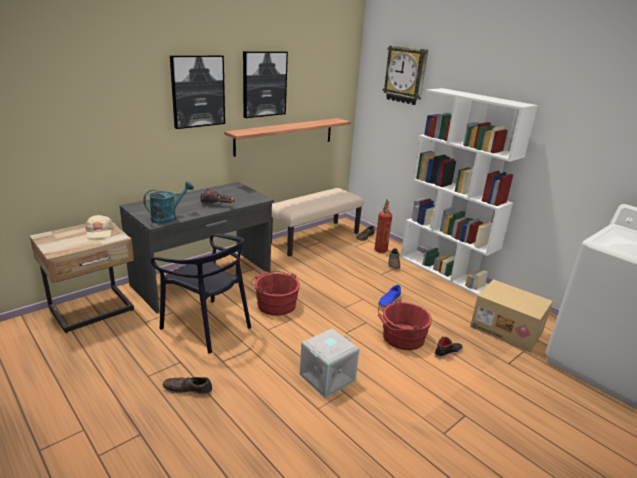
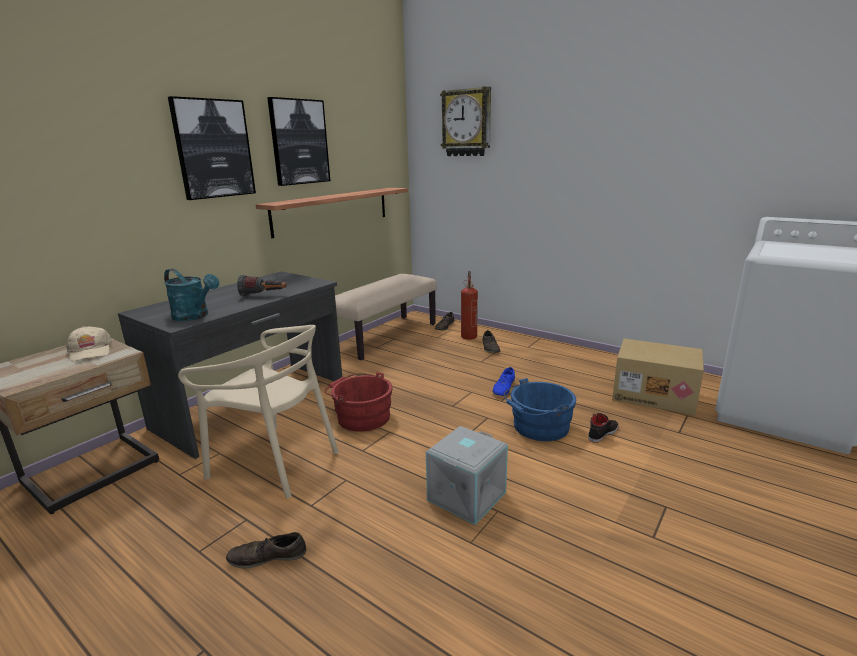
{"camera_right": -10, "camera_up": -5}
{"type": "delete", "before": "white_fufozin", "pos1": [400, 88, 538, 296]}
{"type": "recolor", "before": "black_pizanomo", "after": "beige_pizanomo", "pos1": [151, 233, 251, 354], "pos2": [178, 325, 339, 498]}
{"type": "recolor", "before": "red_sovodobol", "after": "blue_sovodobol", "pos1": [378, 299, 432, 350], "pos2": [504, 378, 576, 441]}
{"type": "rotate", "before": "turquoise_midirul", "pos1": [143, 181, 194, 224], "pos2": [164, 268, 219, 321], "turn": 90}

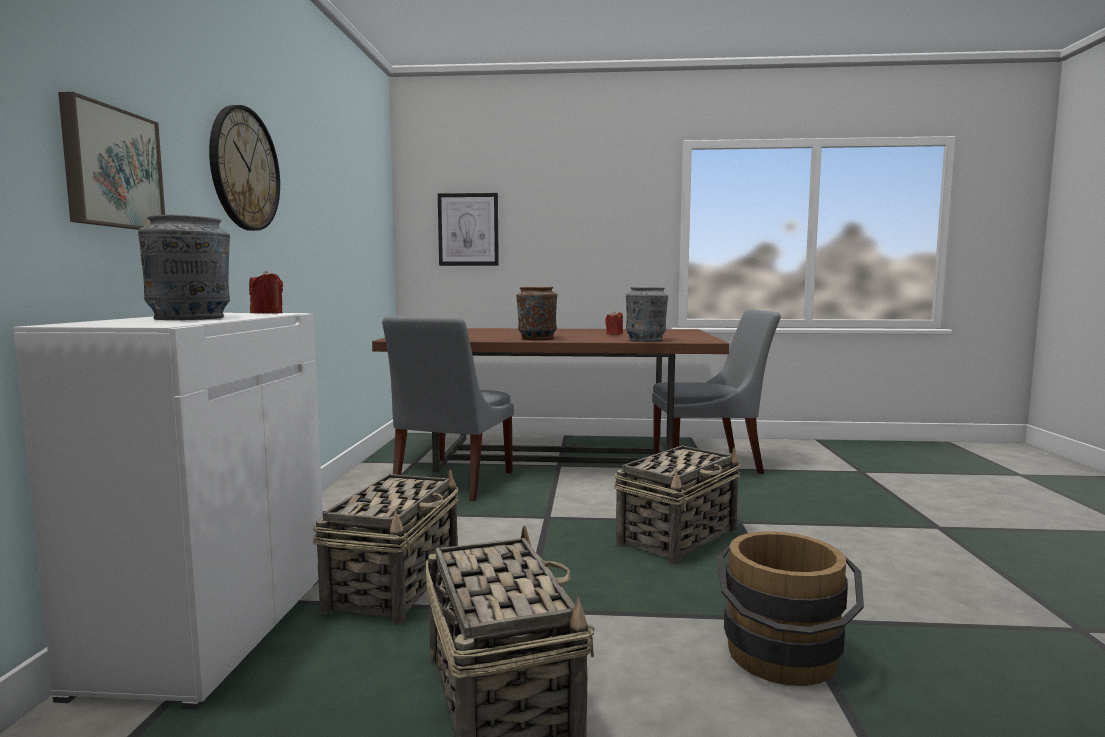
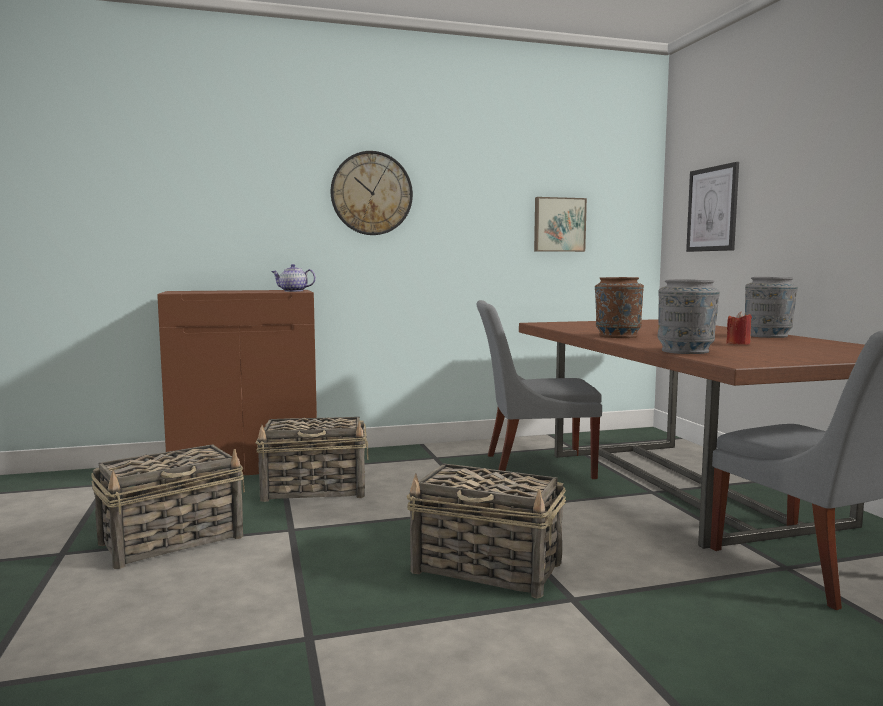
{"camera_right": 70, "camera_up": 0}
{"type": "delete", "before": "brown_sovodobol", "pos1": [717, 531, 864, 686]}
{"type": "move", "before": "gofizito", "pos1": [58, 92, 165, 230], "pos2": [534, 197, 587, 252]}
{"type": "move", "before": "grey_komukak", "pos1": [138, 215, 230, 320], "pos2": [745, 277, 798, 338]}
{"type": "replace", "before": "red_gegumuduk", "after": "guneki", "pos1": [249, 271, 283, 314], "pos2": [271, 264, 316, 292]}
{"type": "recolor", "before": "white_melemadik", "after": "brown_melemadik", "pos1": [14, 313, 323, 709], "pos2": [157, 290, 317, 476]}

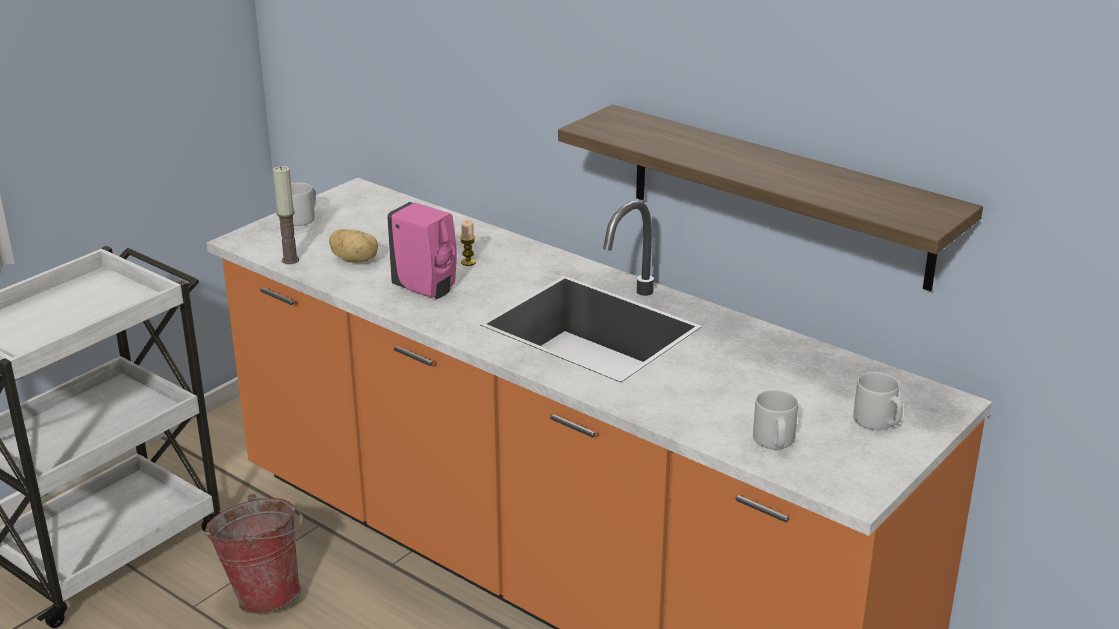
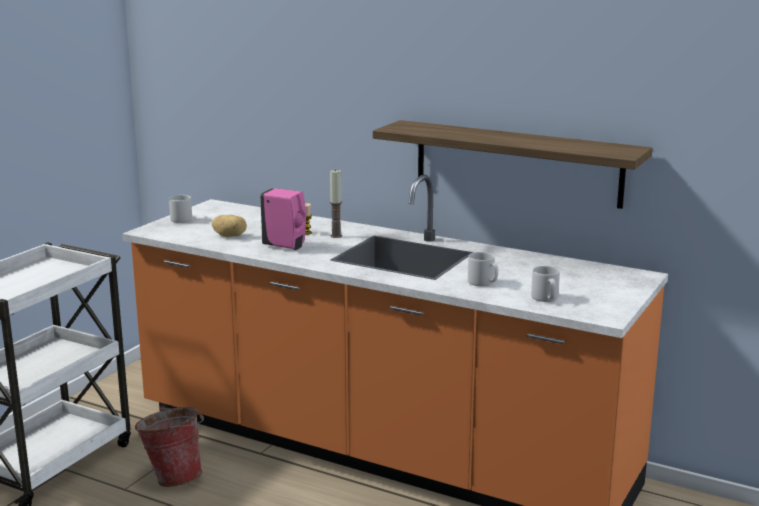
{"camera_right": -10, "camera_up": -10}
{"type": "move", "before": "gegumuduk", "pos1": [273, 166, 299, 264], "pos2": [330, 169, 342, 238]}
{"type": "move", "before": "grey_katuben", "pos1": [853, 372, 903, 430], "pos2": [468, 252, 498, 286]}

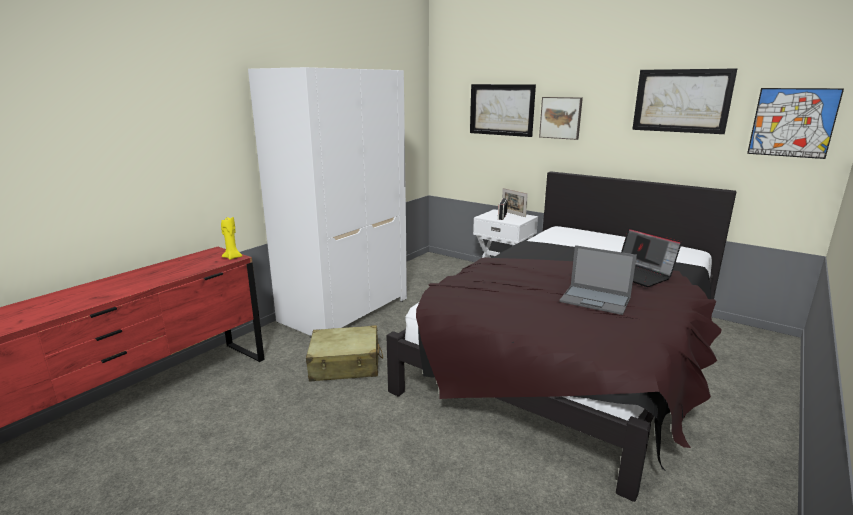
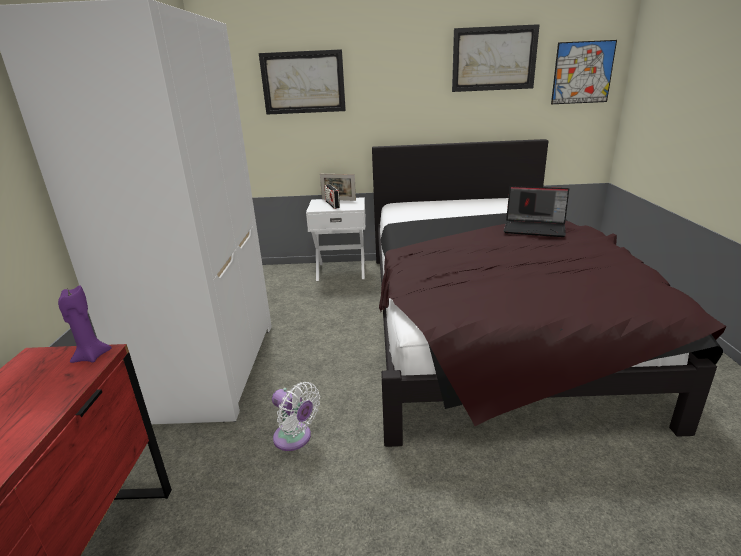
{"camera_right": -35, "camera_up": 5}
{"type": "delete", "before": "gofizito", "pos1": [539, 97, 583, 140]}
{"type": "delete", "before": "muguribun", "pos1": [559, 245, 637, 315]}
{"type": "replace", "before": "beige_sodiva", "after": "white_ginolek", "pos1": [306, 325, 383, 382], "pos2": [272, 382, 320, 451]}
{"type": "recolor", "before": "yellow_gegumuduk", "after": "purple_gegumuduk", "pos1": [221, 217, 243, 260], "pos2": [58, 285, 112, 363]}

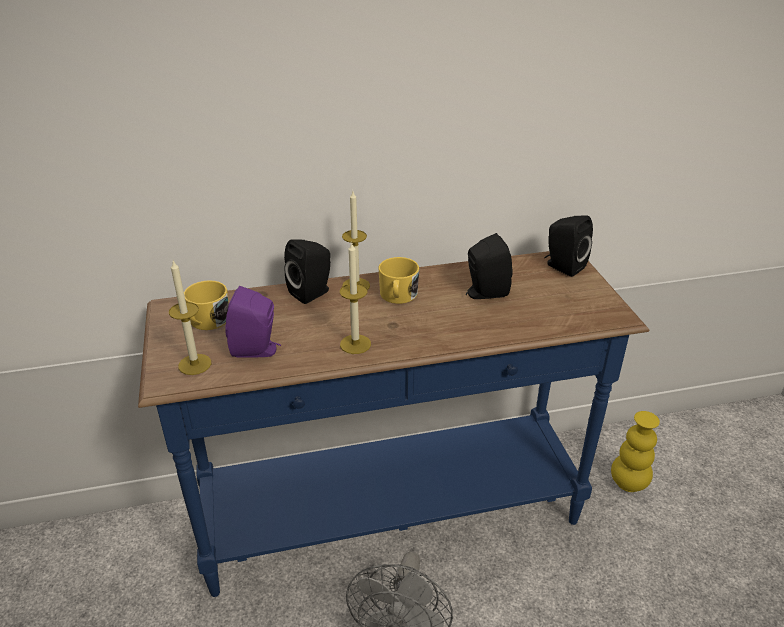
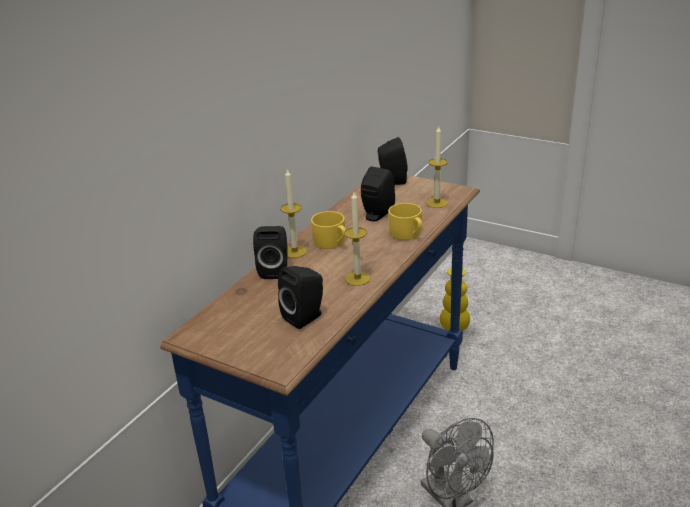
{"camera_right": -45, "camera_up": -5}
{"type": "move", "before": "gegumuduk", "pos1": [169, 261, 211, 375], "pos2": [426, 126, 448, 208]}
{"type": "move", "before": "yellow_katuben", "pos1": [184, 280, 229, 330], "pos2": [388, 203, 422, 240]}
{"type": "recolor", "before": "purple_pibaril", "after": "black_pibaril", "pos1": [225, 286, 281, 357], "pos2": [278, 266, 323, 329]}

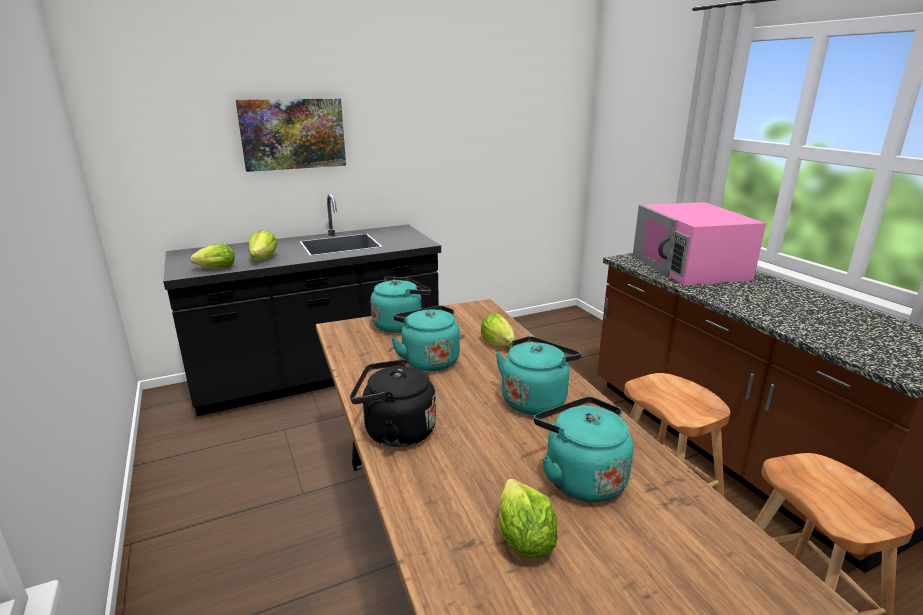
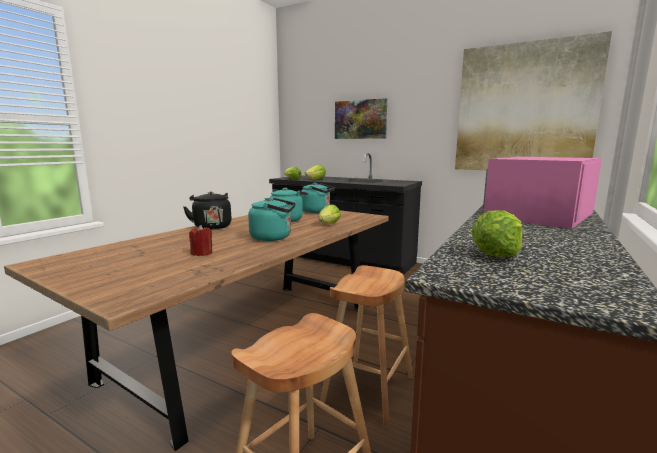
{"camera_right": 55, "camera_up": -10}
{"type": "insert", "after": "gofizito", "pos2": [455, 31, 612, 170]}
{"type": "move", "before": "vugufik", "pos1": [498, 479, 558, 558], "pos2": [471, 210, 523, 257]}
{"type": "replace", "before": "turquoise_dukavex", "after": "red_gegumuduk", "pos1": [534, 397, 634, 502], "pos2": [189, 225, 212, 256]}

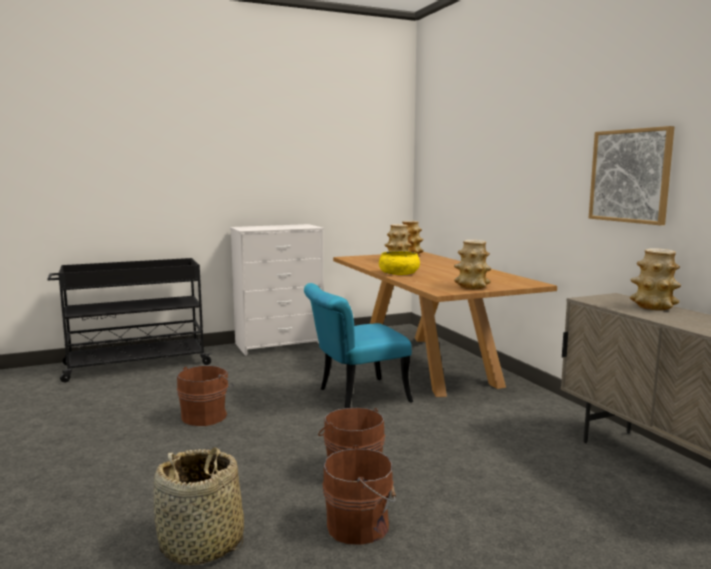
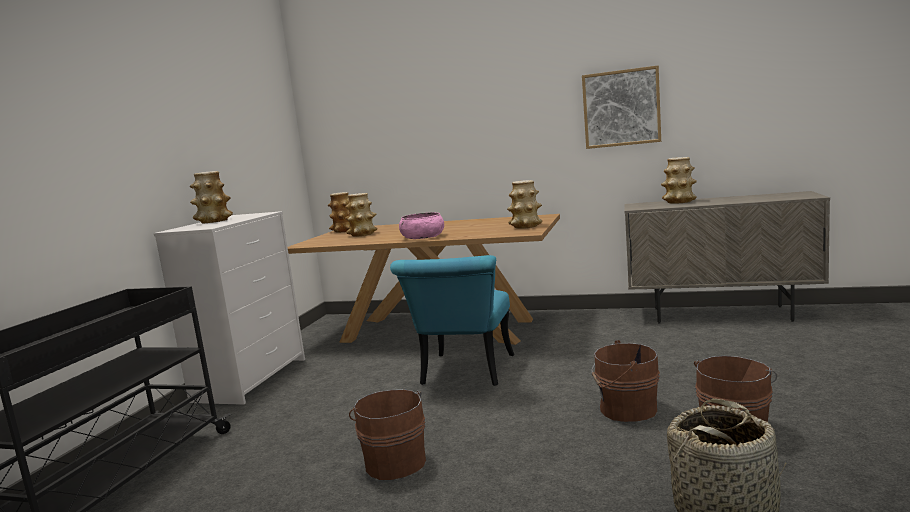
{"camera_right": -50, "camera_up": 0}
{"type": "insert", "after": "komukak", "pos2": [190, 171, 233, 223]}
{"type": "recolor", "before": "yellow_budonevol", "after": "pink_budonevol", "pos1": [379, 251, 420, 275], "pos2": [399, 212, 444, 239]}

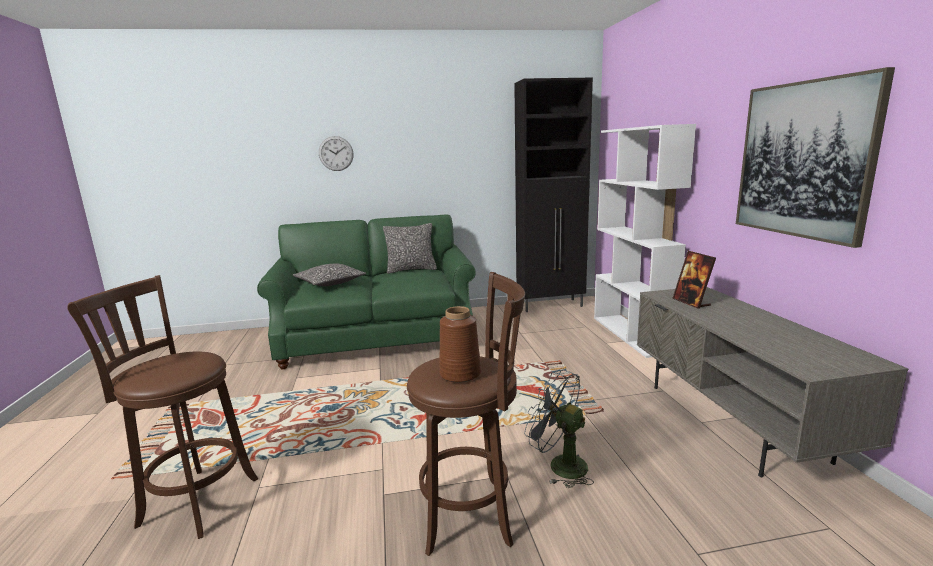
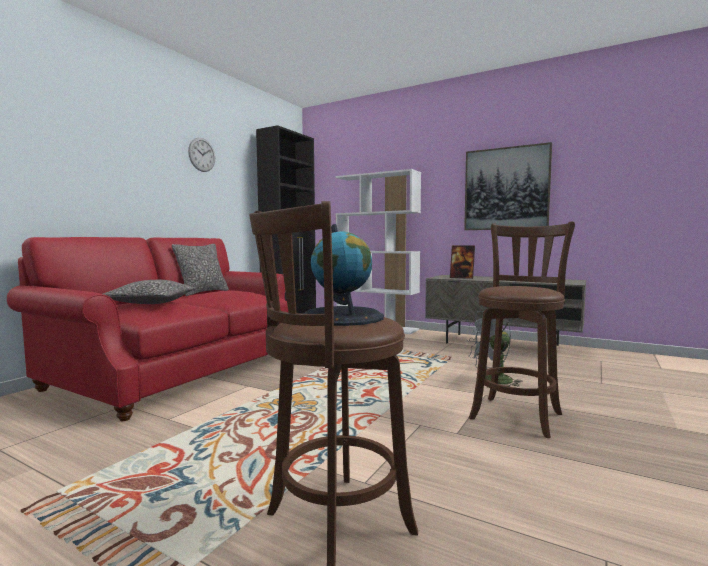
{"camera_right": -50, "camera_up": -10}
{"type": "delete", "before": "brown_komukak", "pos1": [439, 306, 481, 383]}
{"type": "insert", "after": "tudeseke", "pos2": [303, 224, 384, 326]}
{"type": "move", "before": "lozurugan", "pos1": [319, 136, 354, 171], "pos2": [188, 138, 215, 172]}
{"type": "recolor", "before": "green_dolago", "after": "red_dolago", "pos1": [257, 215, 476, 369], "pos2": [7, 237, 288, 421]}

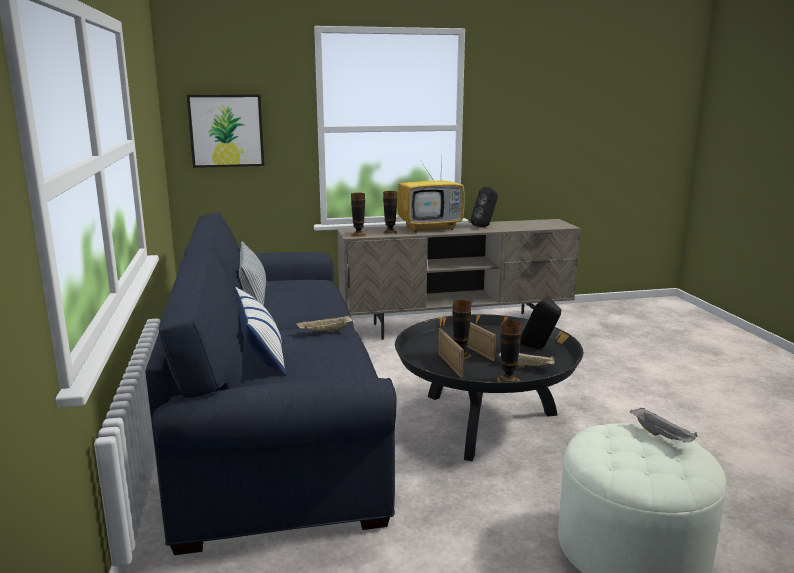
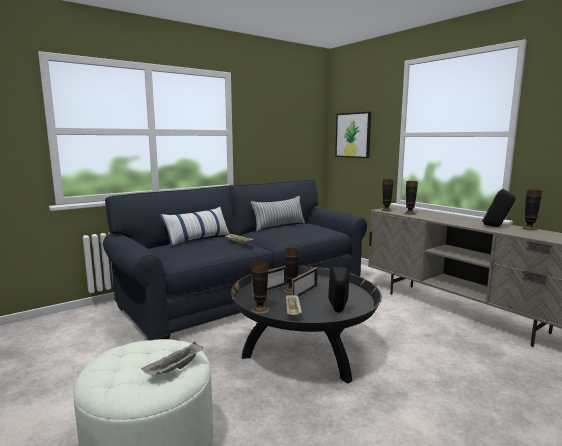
{"camera_right": 65, "camera_up": -5}
{"type": "delete", "before": "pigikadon", "pos1": [397, 150, 465, 232]}
{"type": "insert", "after": "komukak", "pos2": [521, 189, 542, 231]}

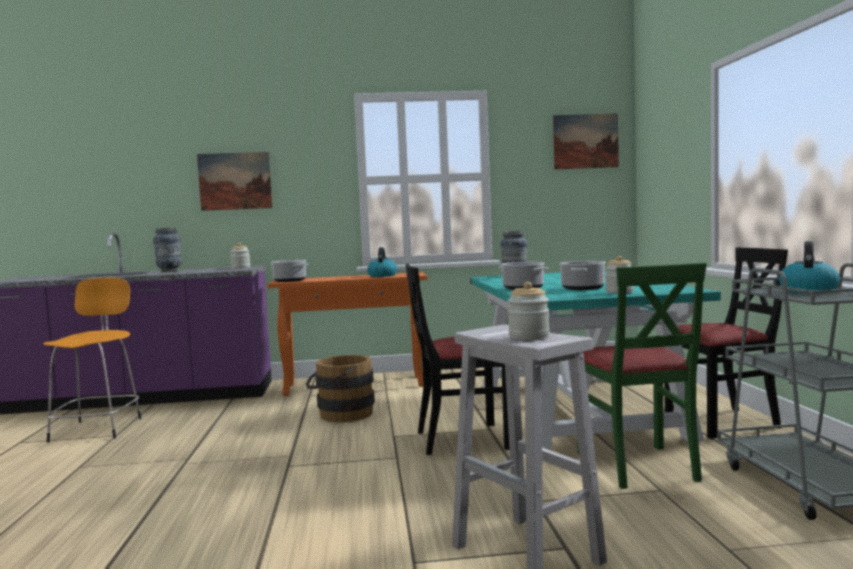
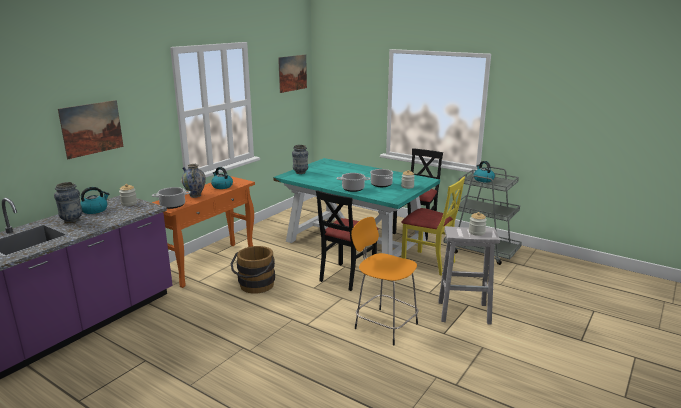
{"camera_right": -50, "camera_up": 15}
{"type": "insert", "after": "dukavex", "pos2": [80, 187, 109, 214]}
{"type": "insert", "after": "komukak", "pos2": [182, 164, 206, 198]}
{"type": "move", "before": "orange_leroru", "pos1": [43, 277, 142, 442], "pos2": [351, 217, 419, 345]}
{"type": "recolor", "before": "green_pizanomo", "after": "yellow_pizanomo", "pos1": [577, 263, 707, 489], "pos2": [401, 176, 465, 276]}

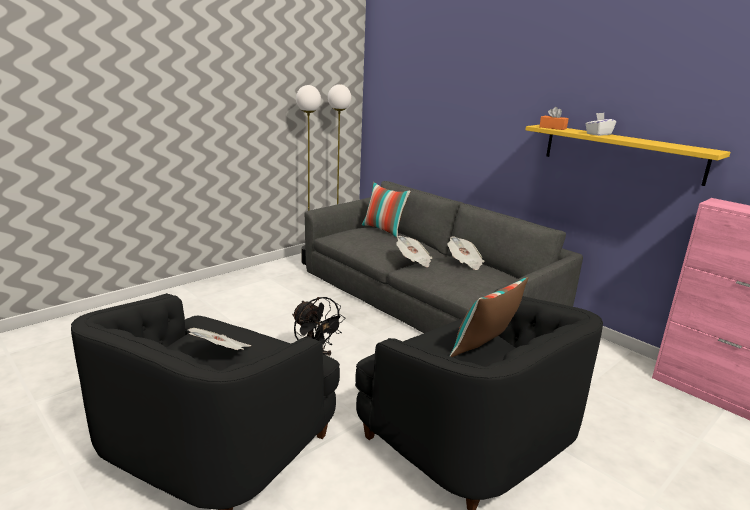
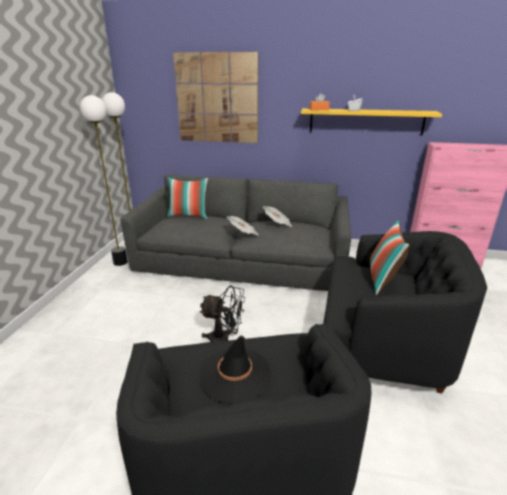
{"camera_right": -35, "camera_up": 5}
{"type": "insert", "after": "gofizito", "pos2": [173, 52, 258, 143]}
{"type": "replace", "before": "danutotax", "after": "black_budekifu", "pos1": [188, 328, 251, 350], "pos2": [200, 336, 271, 403]}

